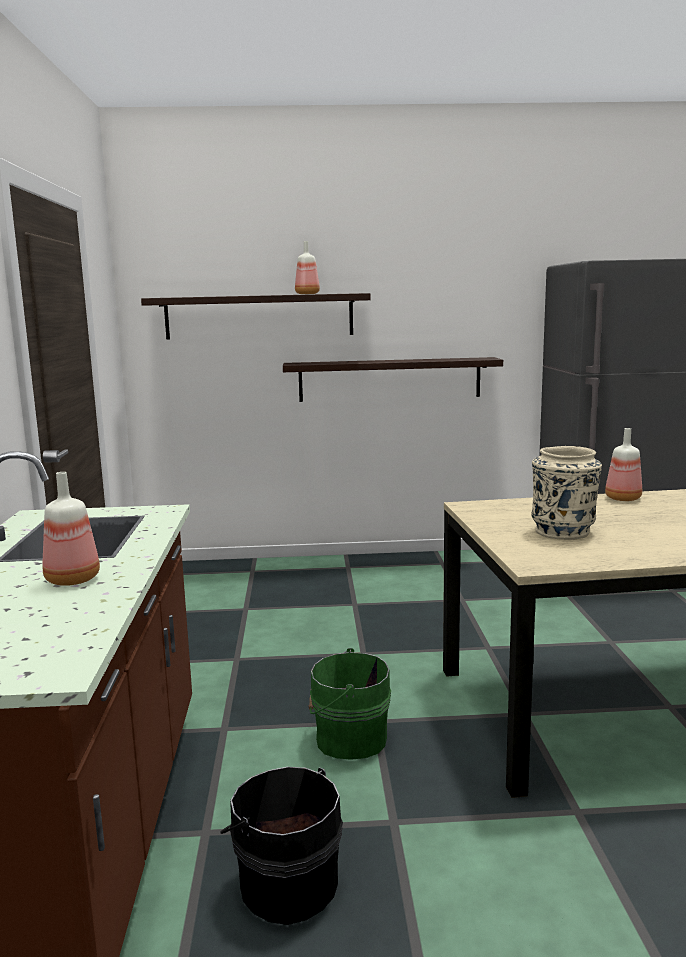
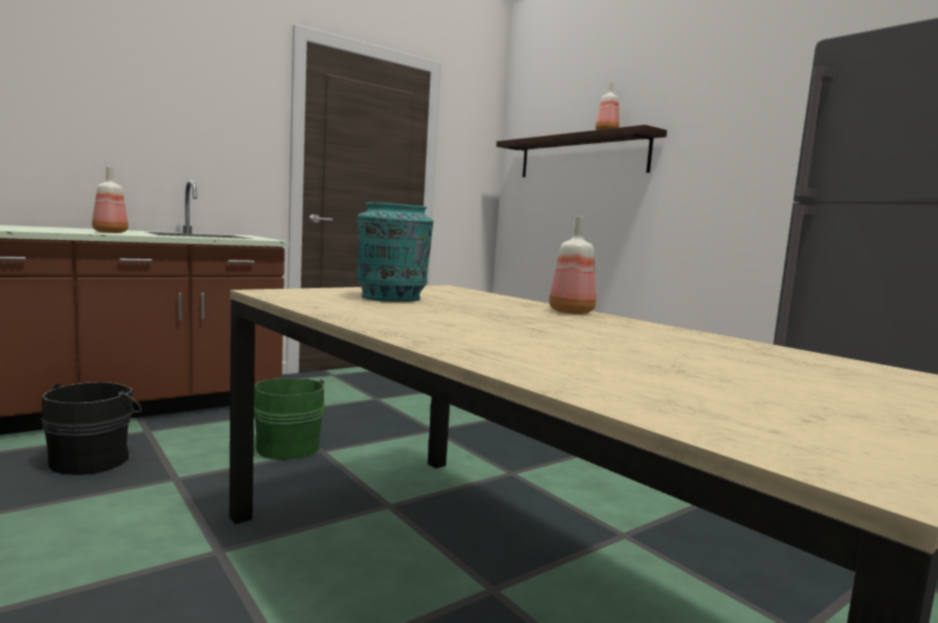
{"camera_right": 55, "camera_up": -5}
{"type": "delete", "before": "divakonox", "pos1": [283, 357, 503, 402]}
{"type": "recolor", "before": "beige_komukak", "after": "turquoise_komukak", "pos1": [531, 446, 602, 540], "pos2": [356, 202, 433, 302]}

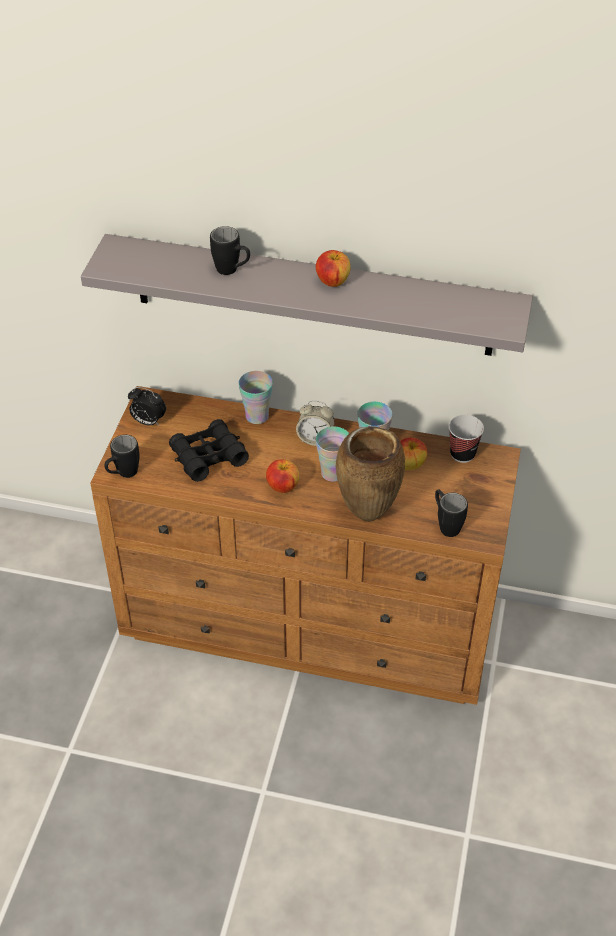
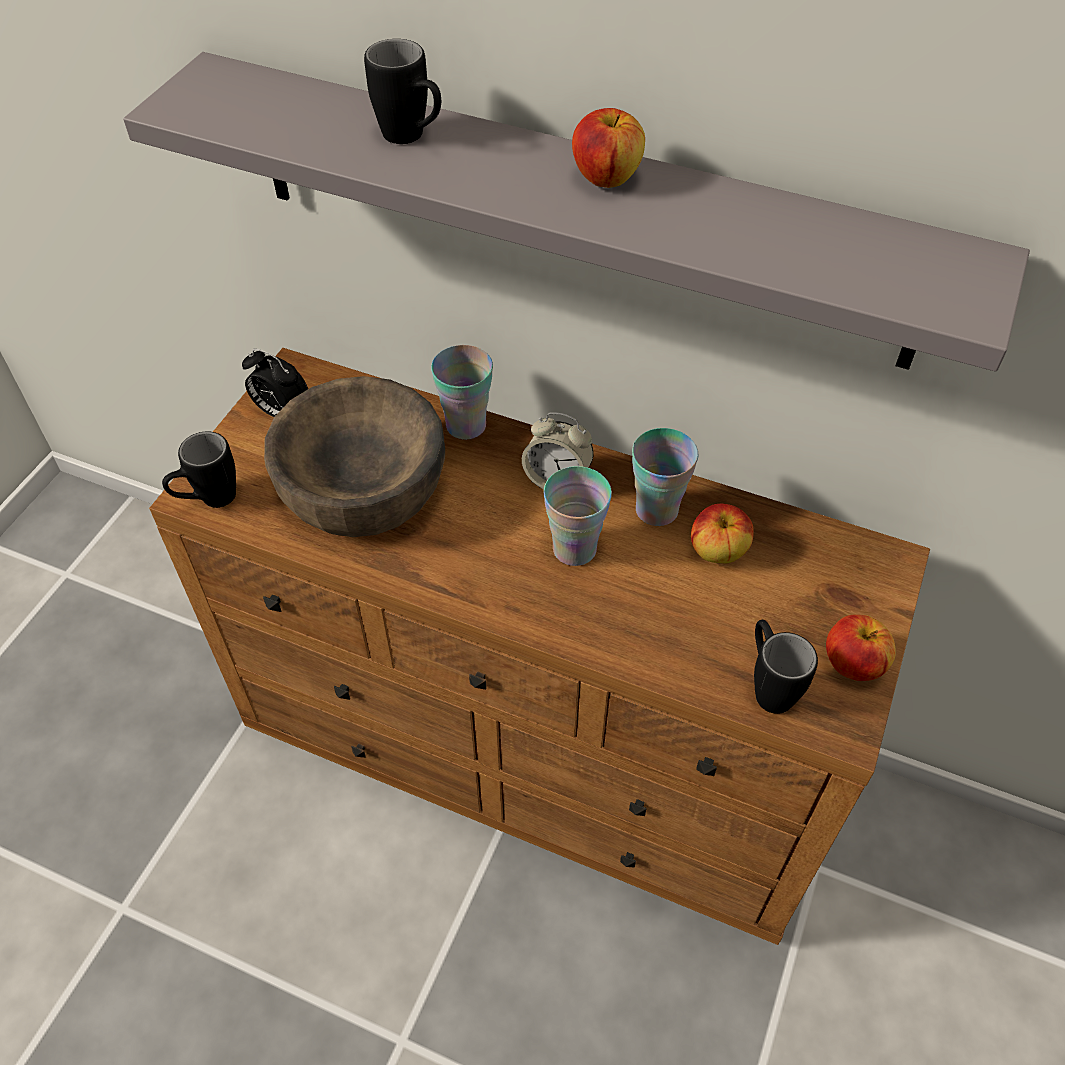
{"camera_right": 10, "camera_up": 5}
{"type": "delete", "before": "brown_komukak", "pos1": [335, 426, 405, 522]}
{"type": "delete", "before": "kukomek", "pos1": [449, 415, 484, 463]}
{"type": "move", "before": "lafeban", "pos1": [266, 459, 299, 493], "pos2": [826, 615, 896, 681]}
{"type": "replace", "before": "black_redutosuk", "after": "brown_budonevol", "pos1": [169, 419, 249, 482], "pos2": [264, 376, 445, 537]}

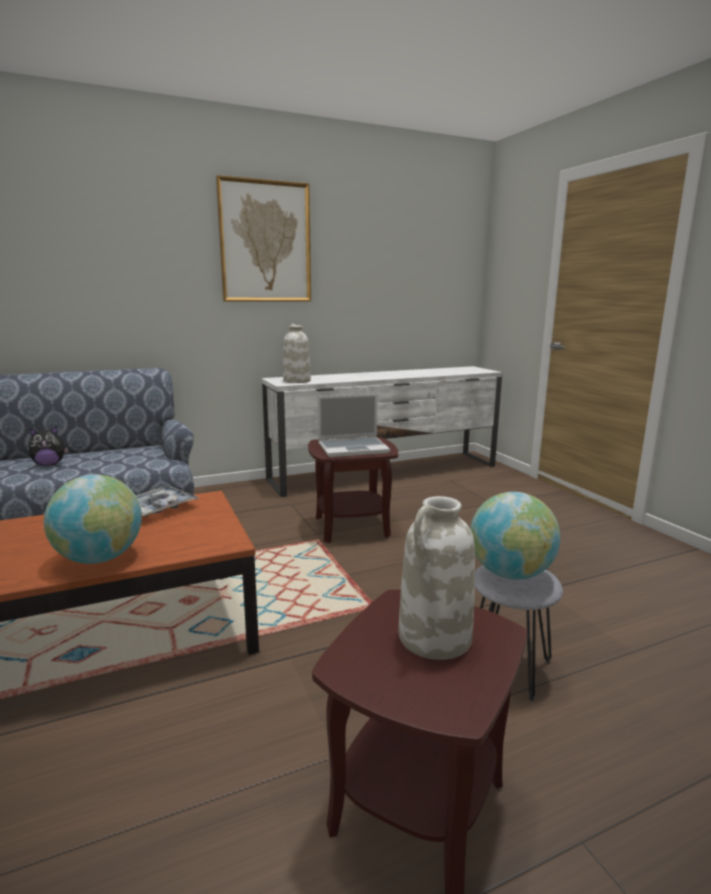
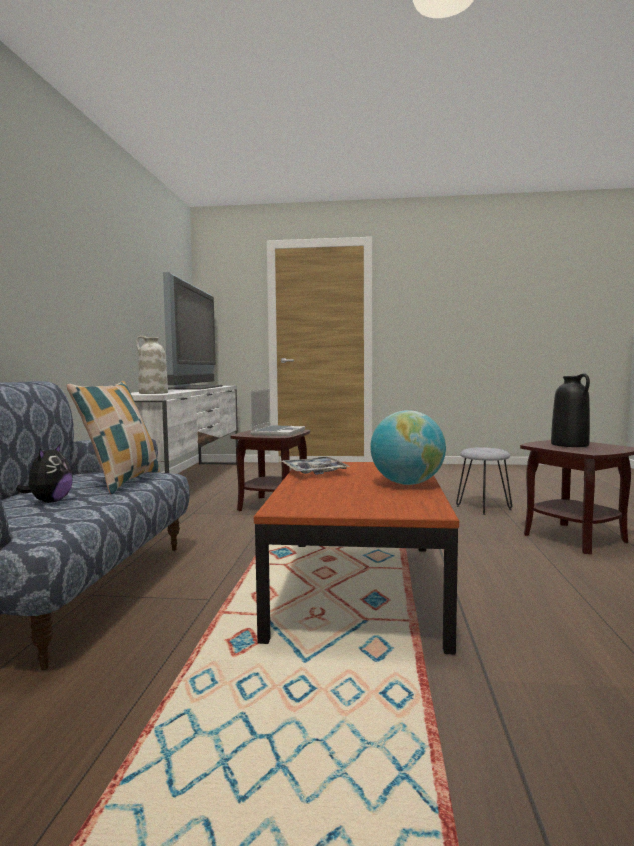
{"camera_right": -60, "camera_up": -10}
{"type": "delete", "before": "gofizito", "pos1": [216, 175, 311, 301]}
{"type": "delete", "before": "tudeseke", "pos1": [470, 492, 561, 580]}
{"type": "insert", "after": "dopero", "pos2": [66, 381, 160, 494]}
{"type": "insert", "after": "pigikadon", "pos2": [163, 272, 223, 390]}
{"type": "recolor", "before": "white_komukak", "after": "black_komukak", "pos1": [398, 496, 475, 660], "pos2": [551, 373, 590, 447]}

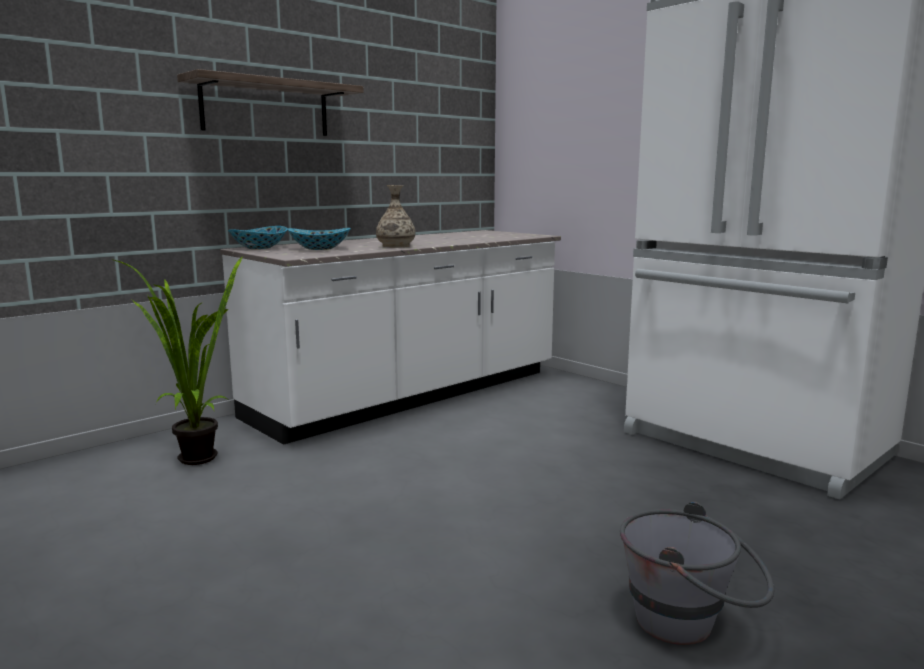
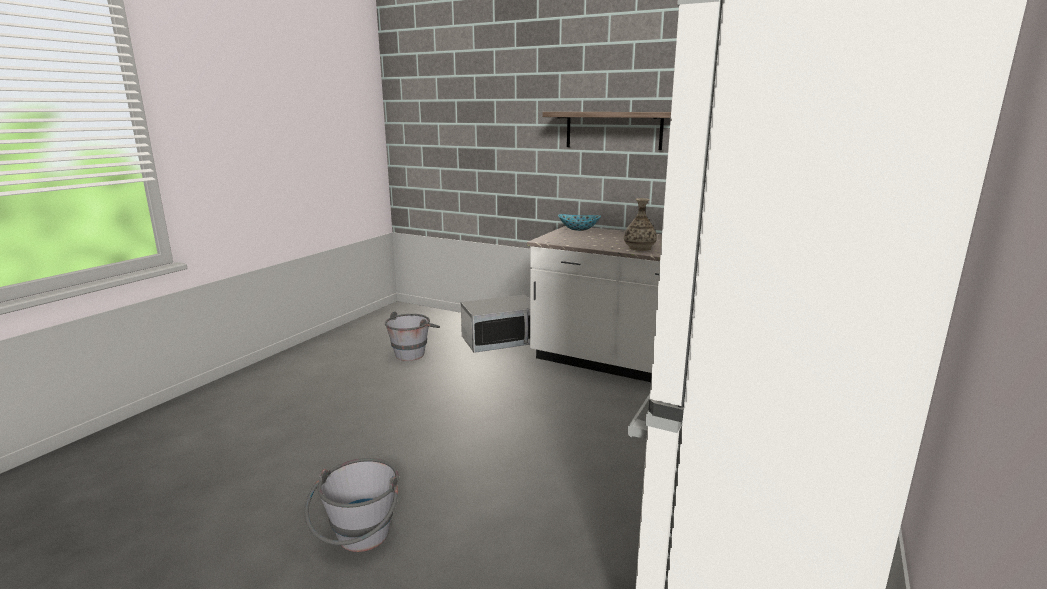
{"camera_right": 70, "camera_up": 5}
{"type": "delete", "before": "budonevol", "pos1": [287, 228, 351, 250]}
{"type": "insert", "after": "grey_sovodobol", "pos2": [385, 312, 440, 361]}
{"type": "replace", "before": "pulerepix", "after": "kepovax", "pos1": [111, 257, 243, 465], "pos2": [461, 295, 530, 353]}

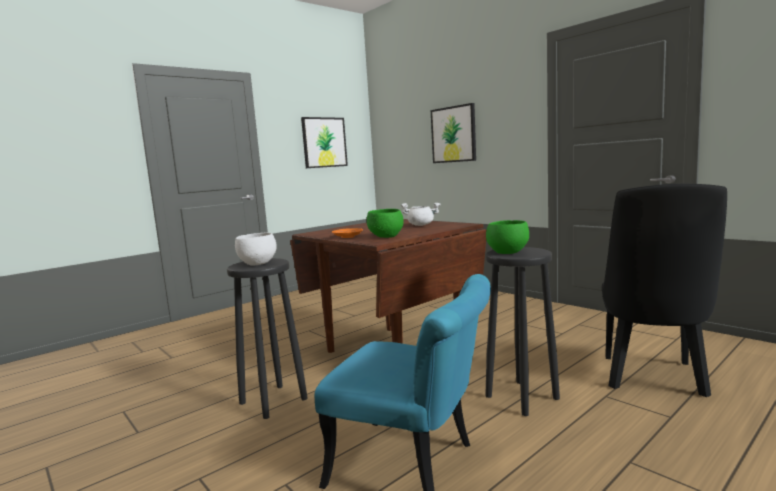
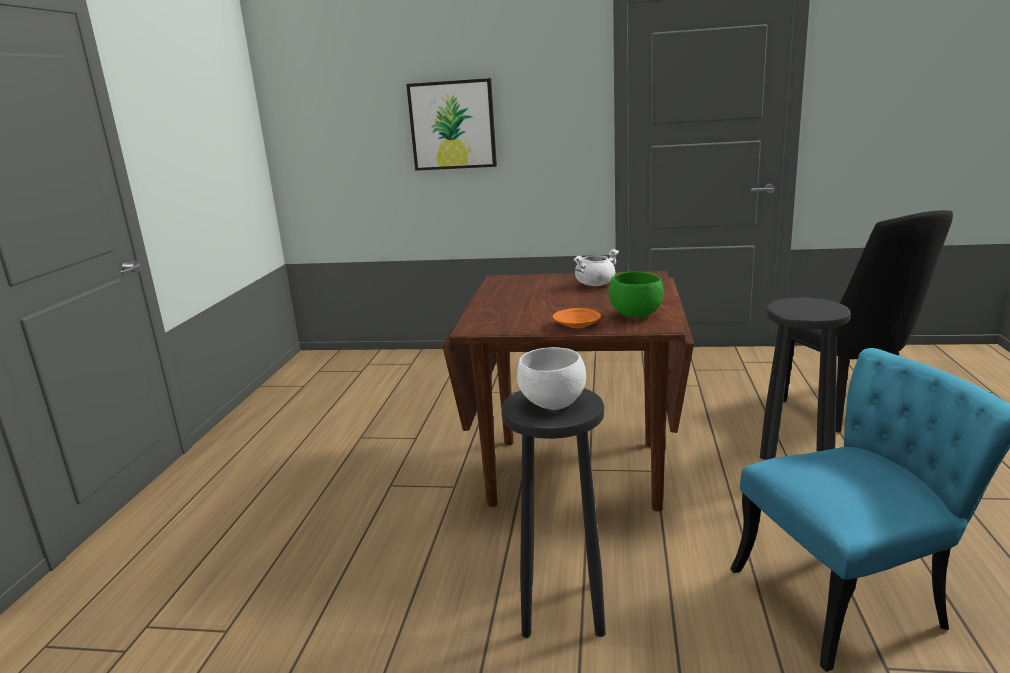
{"camera_right": -40, "camera_up": 10}
{"type": "delete", "before": "gofizito", "pos1": [301, 117, 348, 168]}
{"type": "delete", "before": "green_budonevol", "pos1": [486, 220, 529, 254]}

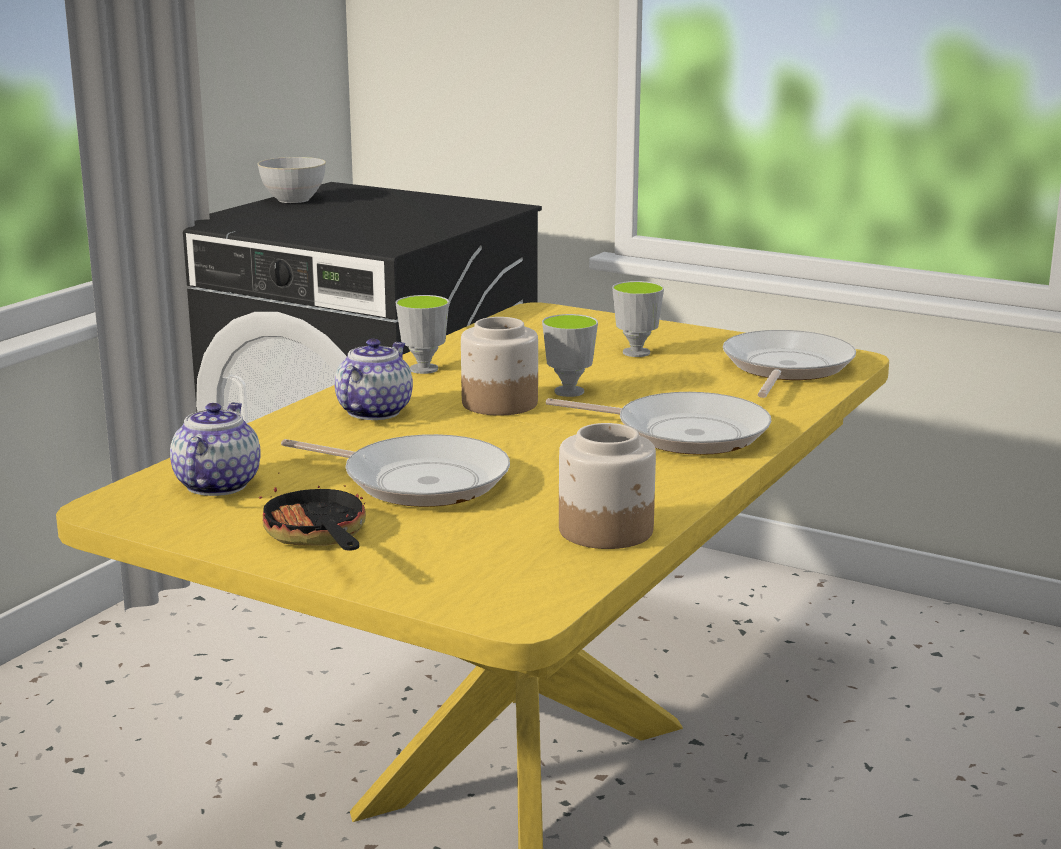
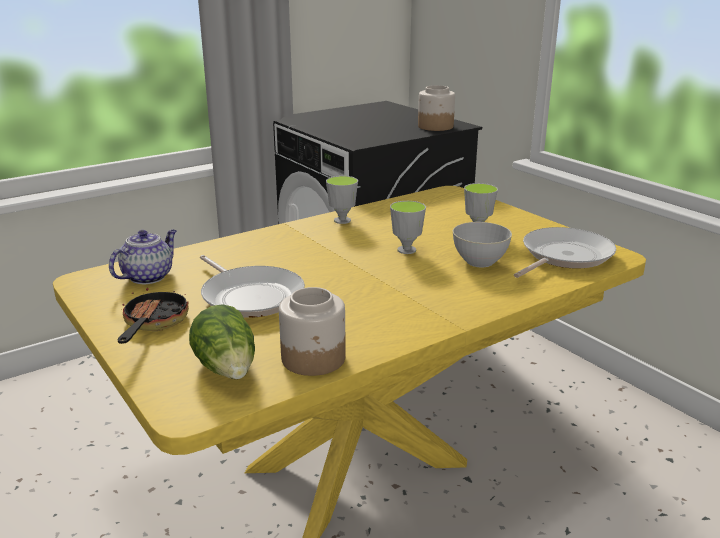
{"camera_right": 25, "camera_up": 5}
{"type": "delete", "before": "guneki", "pos1": [334, 339, 413, 420]}
{"type": "delete", "before": "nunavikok", "pos1": [546, 392, 771, 455]}
{"type": "insert", "after": "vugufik", "pos2": [189, 304, 255, 379]}
{"type": "move", "before": "grey_budonevol", "pos1": [257, 157, 326, 203], "pos2": [453, 222, 512, 267]}
{"type": "move", "before": "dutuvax", "pos1": [461, 317, 538, 416], "pos2": [418, 85, 455, 131]}

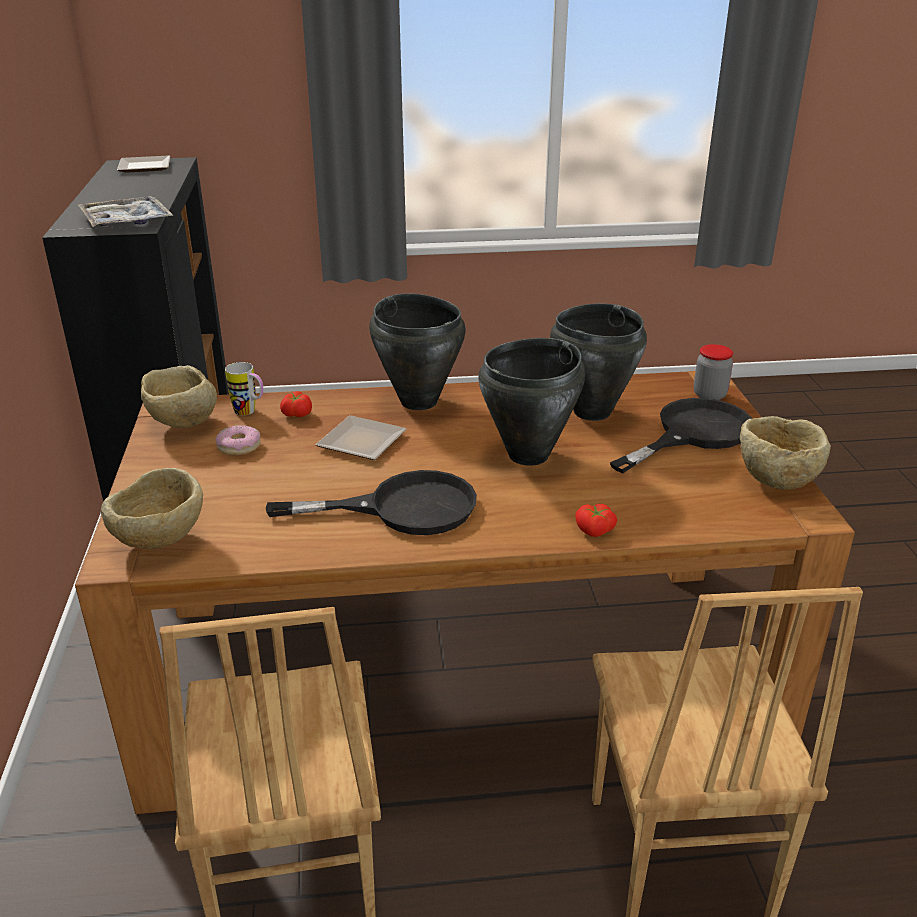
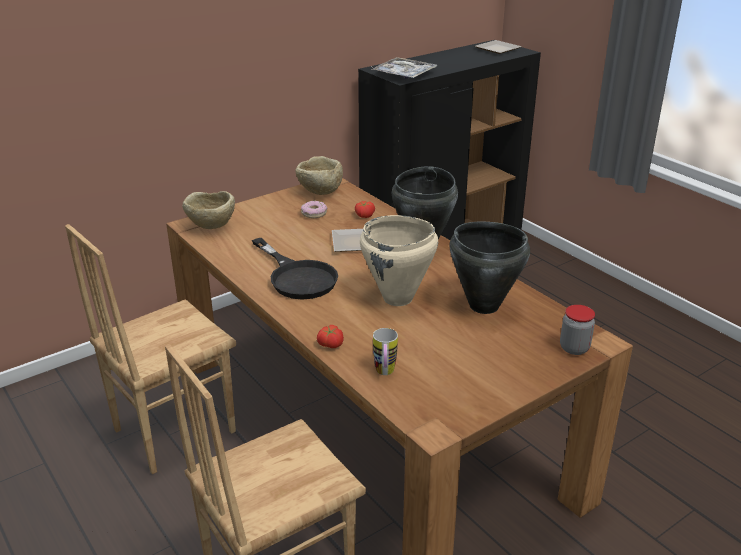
{"camera_right": 60, "camera_up": 0}
{"type": "delete", "before": "black_nunavikok", "pos1": [610, 398, 752, 473]}
{"type": "delete", "before": "beige_budonevol", "pos1": [740, 416, 831, 490]}
{"type": "move", "before": "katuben", "pos1": [225, 362, 263, 416], "pos2": [373, 328, 398, 375]}
{"type": "recolor", "before": "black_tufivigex", "after": "beige_tufivigex", "pos1": [478, 338, 586, 466], "pos2": [360, 215, 438, 306]}

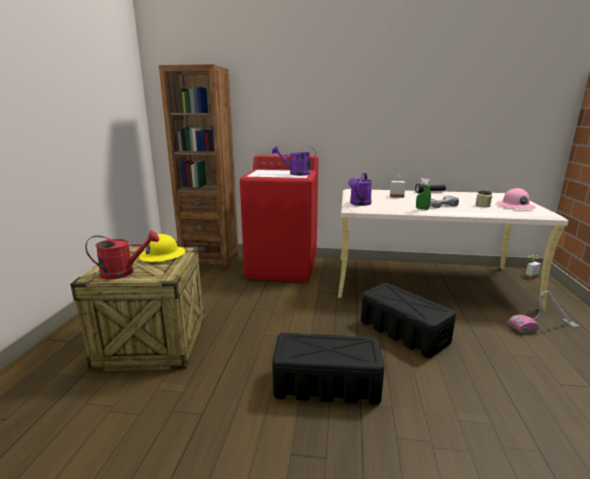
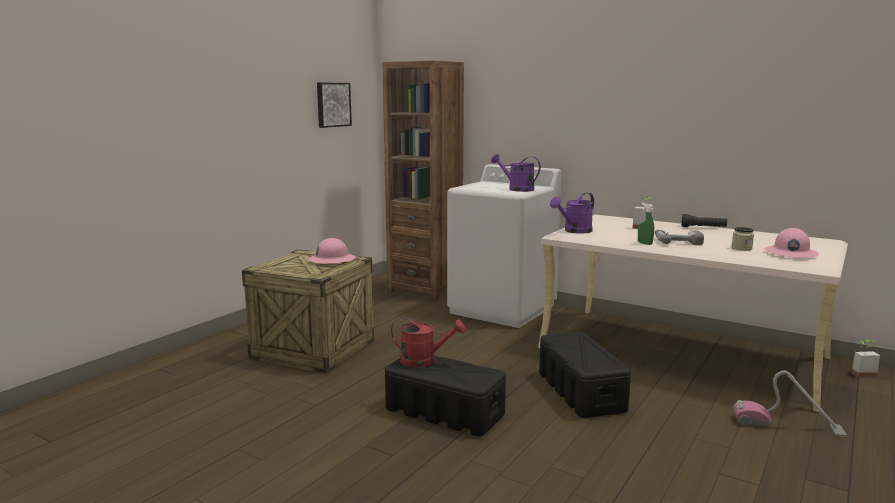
{"camera_right": 25, "camera_up": -5}
{"type": "insert", "after": "gofizito", "pos2": [317, 83, 352, 128]}
{"type": "move", "before": "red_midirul", "pos1": [85, 231, 159, 279], "pos2": [391, 317, 465, 367]}
{"type": "recolor", "before": "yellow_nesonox", "after": "pink_nesonox", "pos1": [138, 234, 185, 262], "pos2": [309, 238, 356, 264]}
{"type": "recolor", "before": "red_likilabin", "after": "white_likilabin", "pos1": [240, 155, 318, 282], "pos2": [447, 164, 561, 328]}

